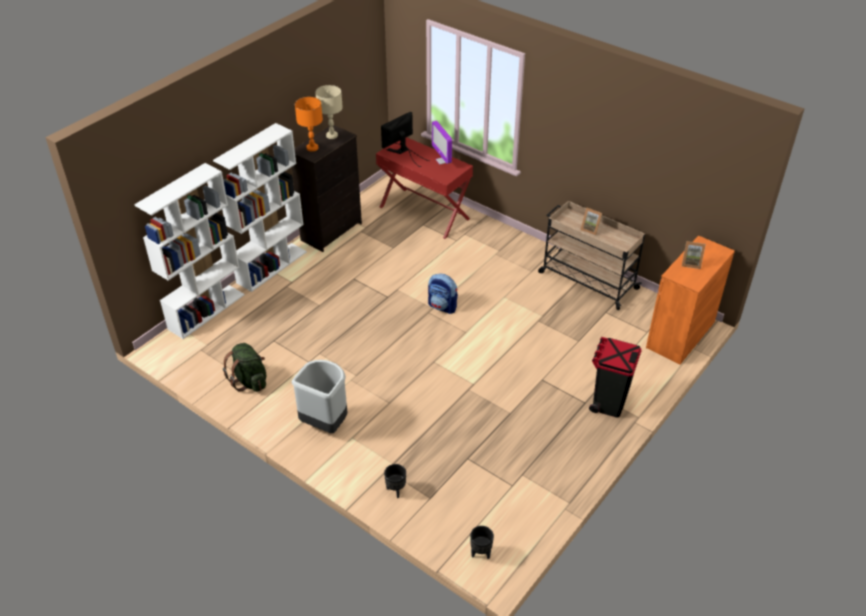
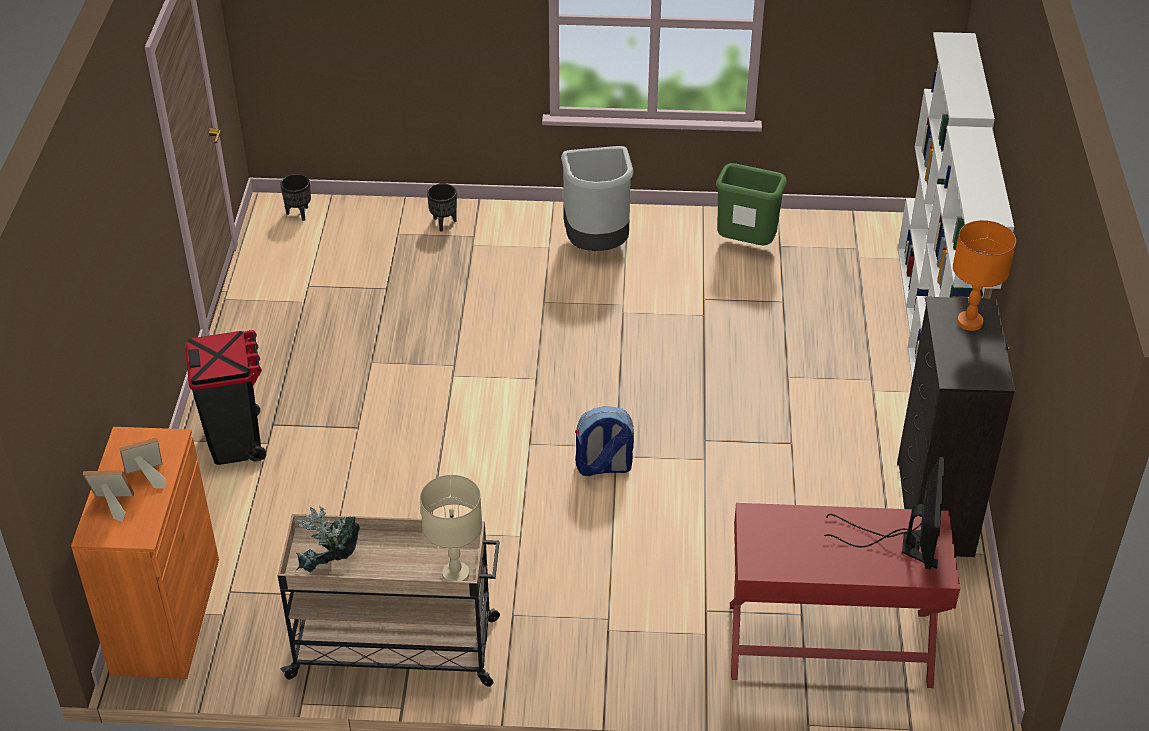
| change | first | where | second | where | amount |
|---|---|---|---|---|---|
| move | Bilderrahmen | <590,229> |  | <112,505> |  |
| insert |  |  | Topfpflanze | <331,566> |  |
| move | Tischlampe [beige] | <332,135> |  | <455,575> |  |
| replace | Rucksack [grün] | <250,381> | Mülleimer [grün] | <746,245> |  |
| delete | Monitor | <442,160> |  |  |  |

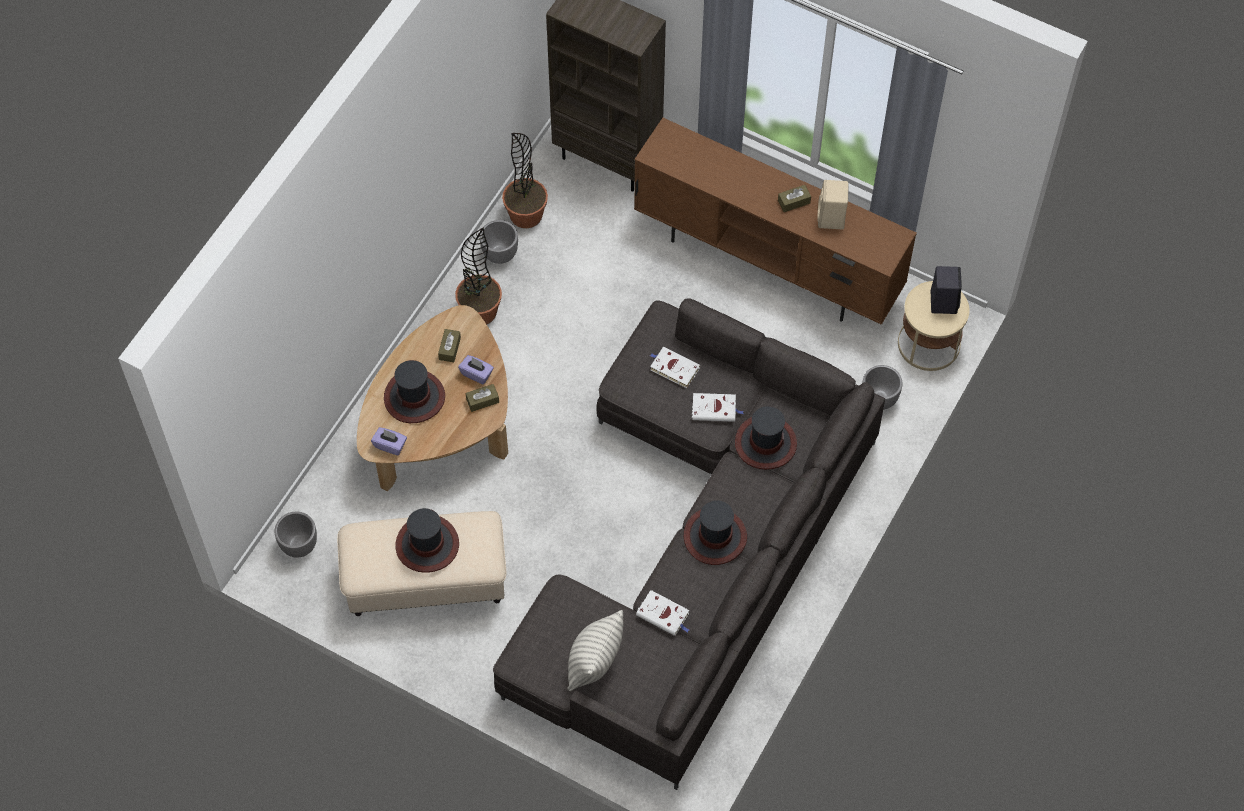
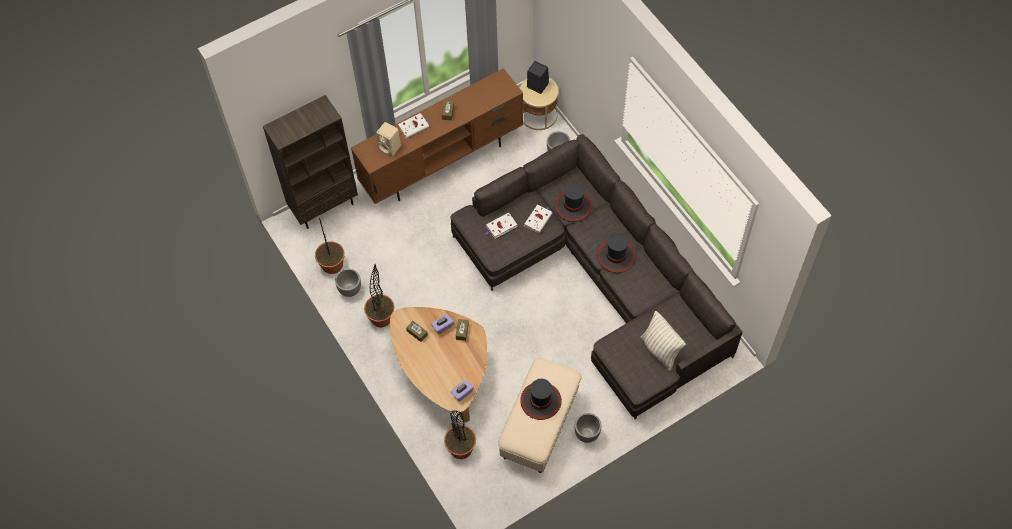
| change | first | where | second | where | amount |
|---|---|---|---|---|---|
| move | Lautsprecher [beige] | <831,218> |  | <390,148> |  |
| move | Buch [weiß] | <664,615> |  | <414,126> |  |
| insert |  |  | Topfpflanze | <461,448> |  |
| move | Pflanzkübel [grau] | <298,545> |  | <587,434> |  |
| delete | Hut | <414,397> |  |  |  |

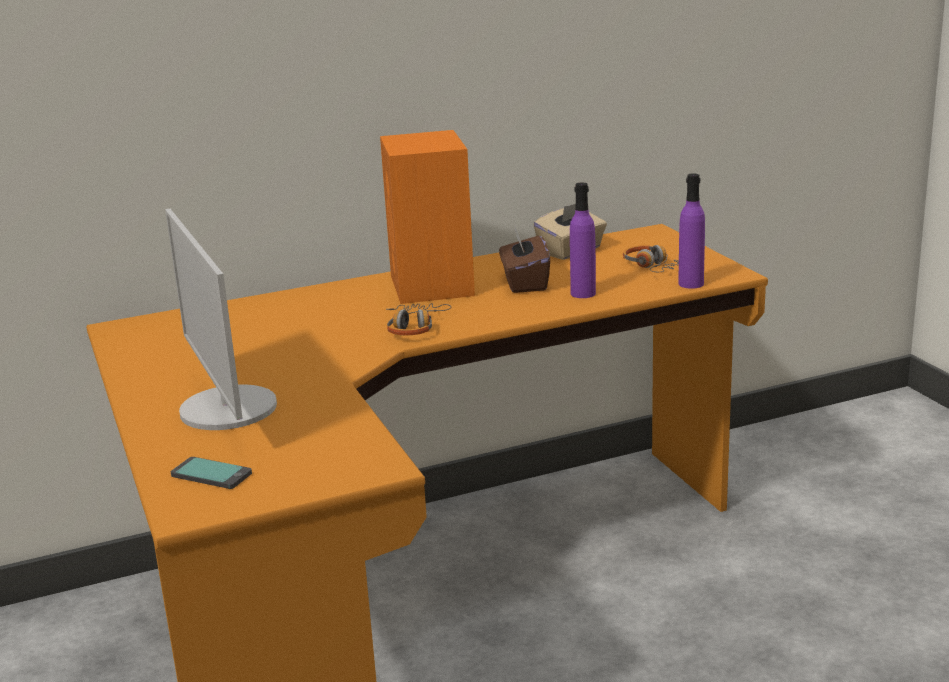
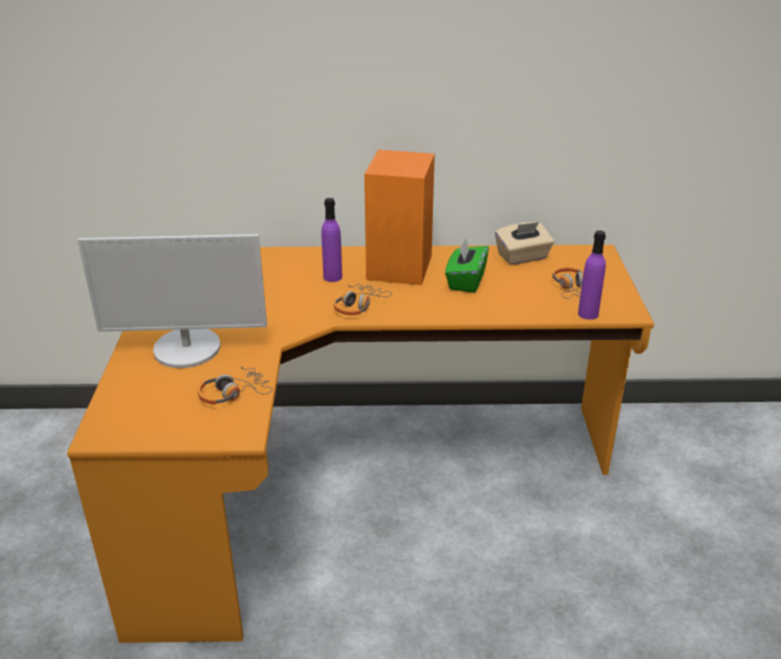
| change | first | where | second | where | amount |
|---|---|---|---|---|---|
| rotate | Monitor | <227,409> |  | <187,349> | 90 degrees counterclockwise |
| insert |  |  | Kopfhörer | <233,393> |  |
| move | Flasche [lila] | <583,293> |  | <332,277> |  |
| recolor | Taschentuchbox [braun] | <524,283> | Taschentuchbox [grün] | <465,281> |  |
| delete | Handy | <211,474> |  |  |  |

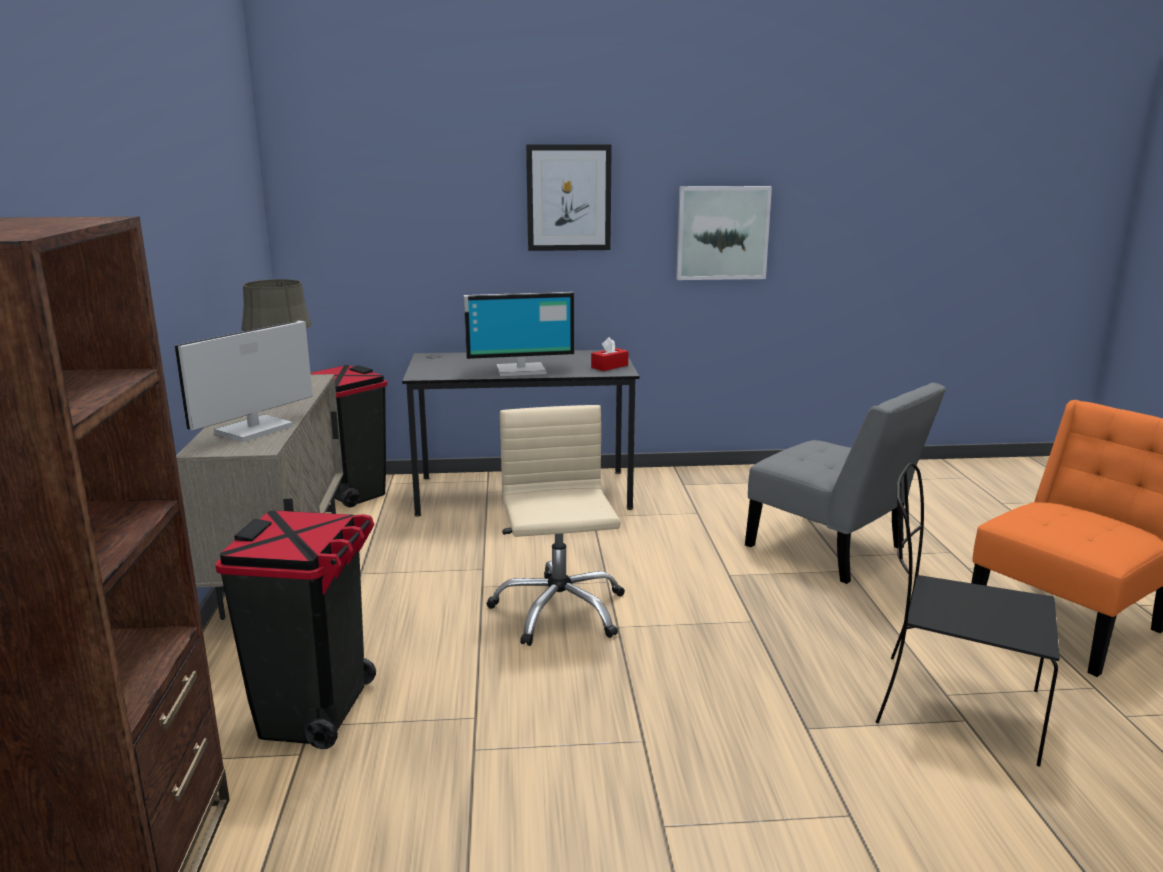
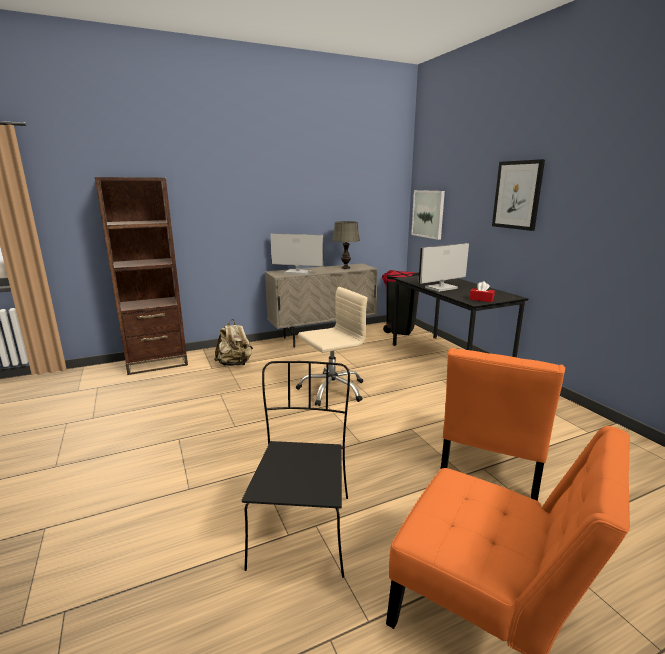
| change | first | where | second | where | amount |
|---|---|---|---|---|---|
| replace | Mülleimer [schwarz] | <315,712> | Rucksack [beige] | <235,364> |  |
| move | Bild | <722,233> |  | <428,214> |  |
| rotate | Monitor | <520,370> |  | <442,288> | 90 degrees clockwise |
| recolor | Stuhl [grau] | <832,550> | Stuhl [orange] | <490,465> |  |

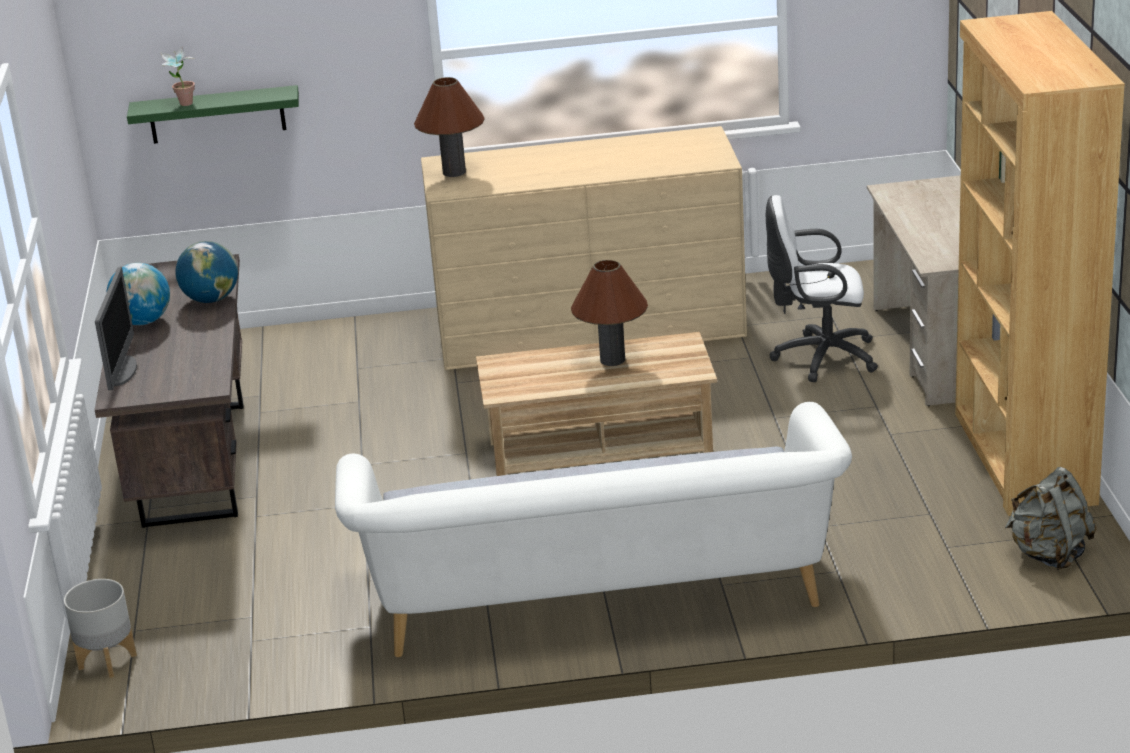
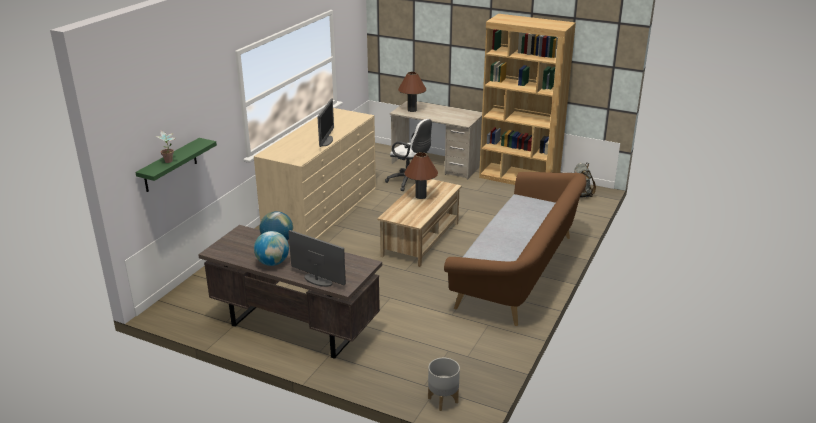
| change | first | where | second | where | amount |
|---|---|---|---|---|---|
| insert |  |  | Monitor | <326,141> |  |
| rotate | Bürostuhl [weiß] | <819,358> |  | <410,182> | 90 degrees counterclockwise |
| move | Tischlampe [braun] | <454,172> |  | <412,110> |  |
| recolor | Sofa [weiß] | <600,594> | Sofa [braun] | <519,271> |  |

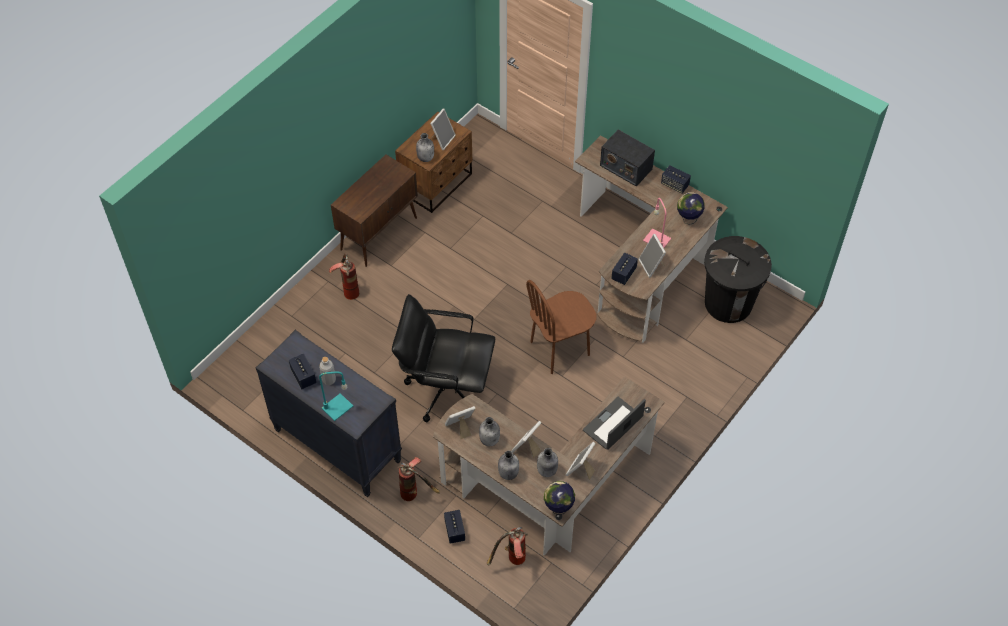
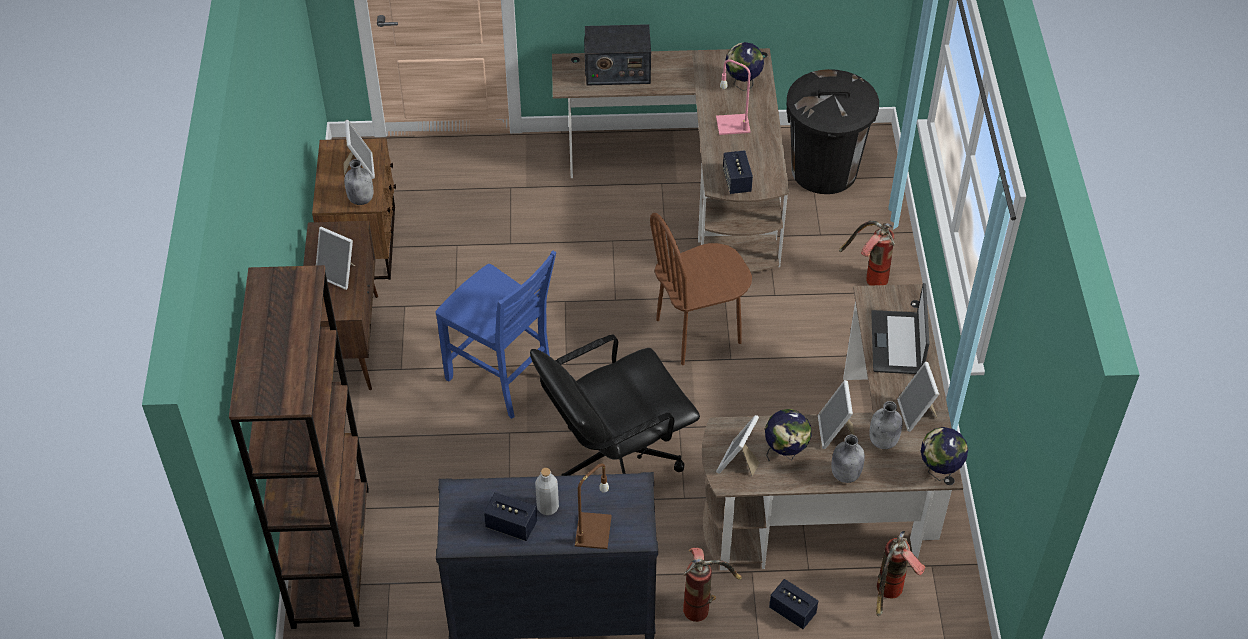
| change | first | where | second | where | amount |
|---|---|---|---|---|---|
| insert |  |  | Bücherregal [braun] | <331,556> |  |
| move | Bilderrahmen | <652,266> |  | <339,274> |  |
| insert |  |  | Stuhl [blau] | <502,379> |  |
| recolor | Tischlampe [türkis] | <337,408> | Tischlampe [braun] | <593,532> |  |
| rotate | Stuhl [braun] | <560,349> |  | <698,332> | 45 degrees clockwise |
| replace | Flasche [grau] | <490,440> | Globus | <785,453> |  |
| move | Feuerlöscher | <348,289> |  | <867,278> |  |
| delete | Lautsprecher | <674,185> |  |  |  |

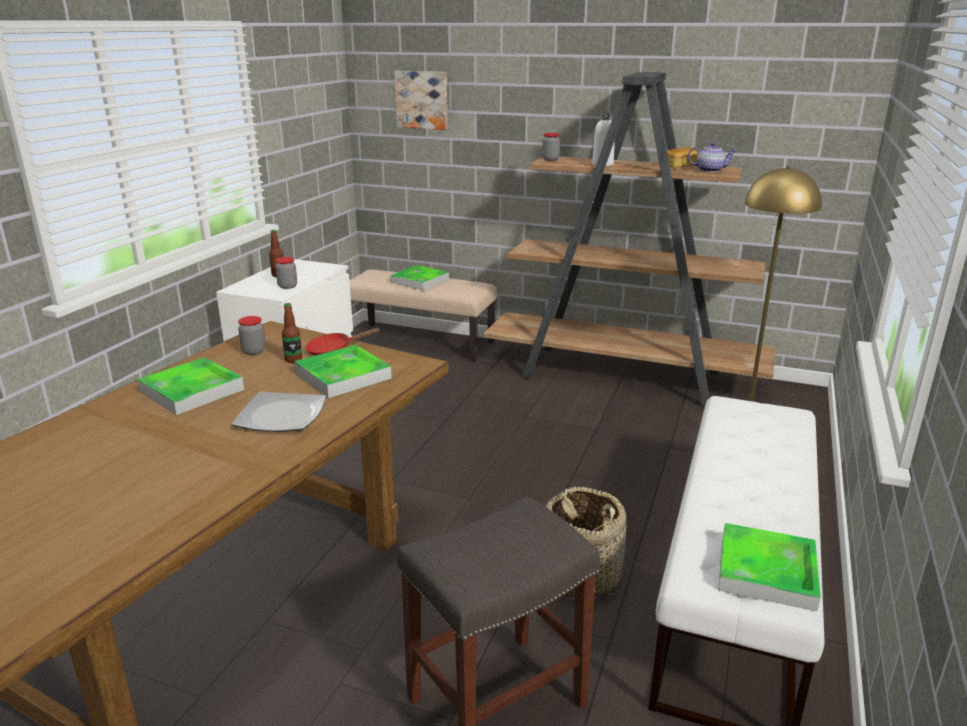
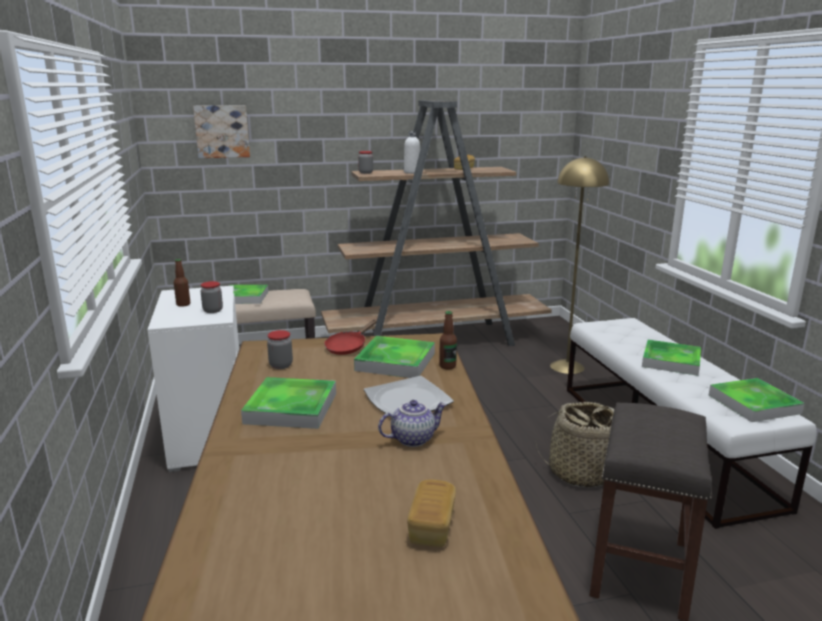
| change | first | where | second | where | amount |
|---|---|---|---|---|---|
| move | Teekanne | <710,170> |  | <413,439> |  |
| insert |  |  | Brot | <432,527> |  |
| move | Flasche | <293,359> |  | <447,366> |  |
| insert |  |  | Tablett | <671,361> |  |

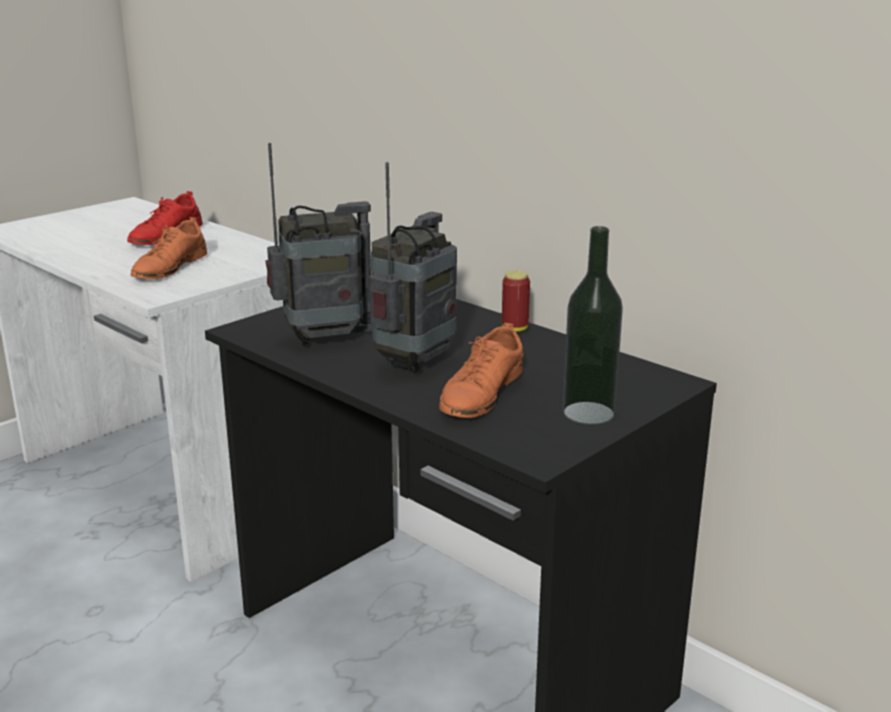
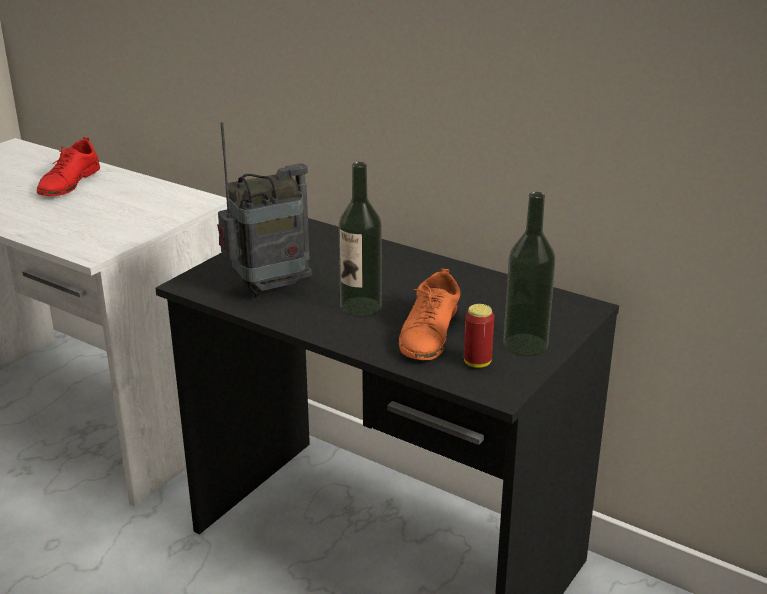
| change | first | where | second | where | amount |
|---|---|---|---|---|---|
| replace | Radio | <415,363> | Flasche | <361,307> |  |
| move | Dose | <515,329> |  | <477,363> |  |
| delete | Schuh [orange] | <169,267> |  |  |  |

